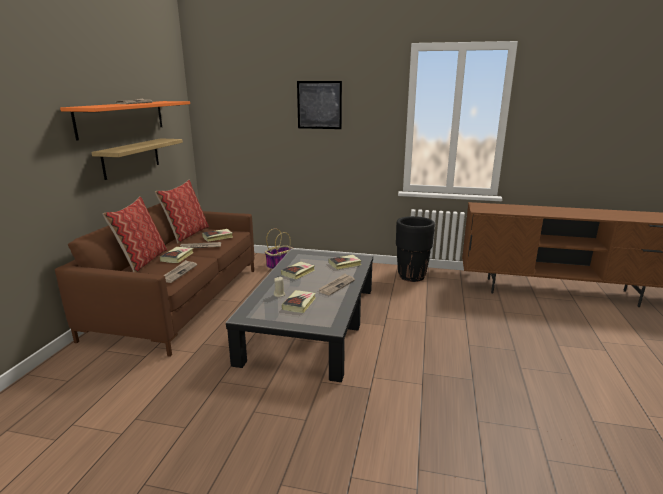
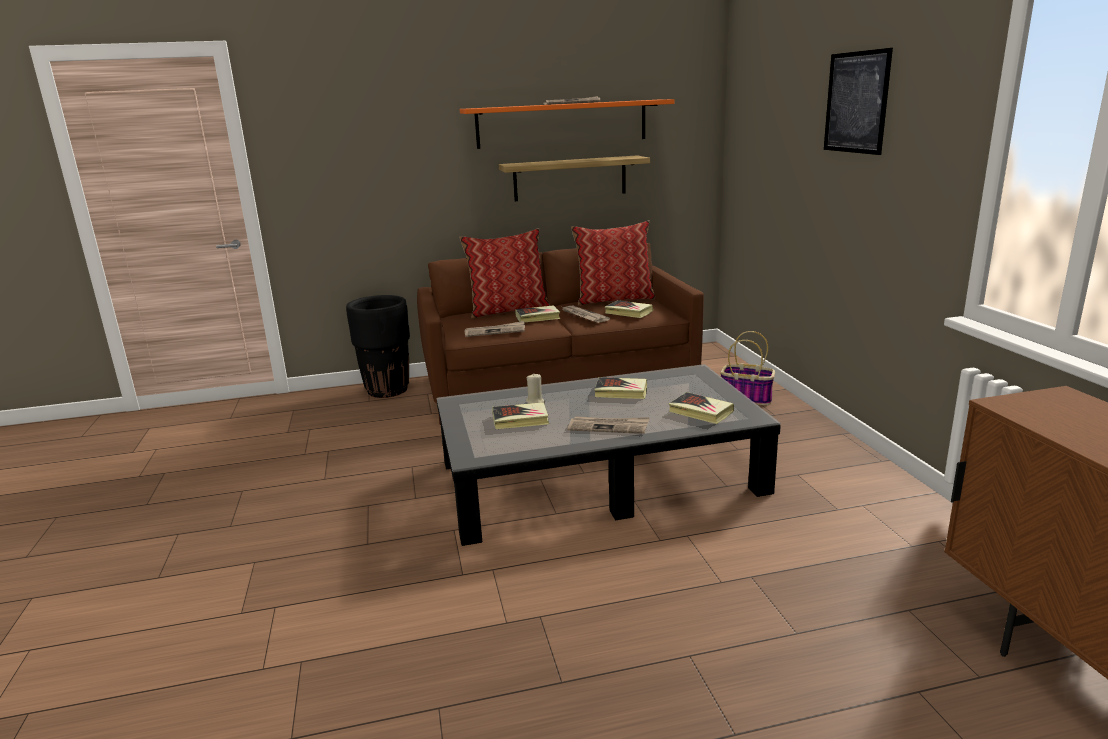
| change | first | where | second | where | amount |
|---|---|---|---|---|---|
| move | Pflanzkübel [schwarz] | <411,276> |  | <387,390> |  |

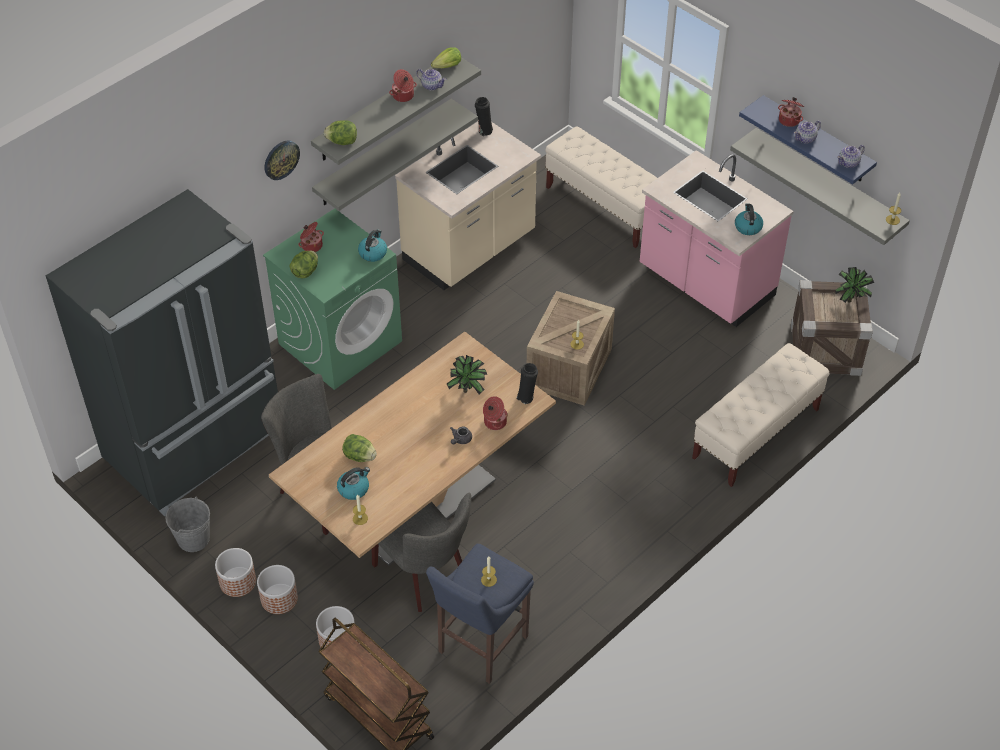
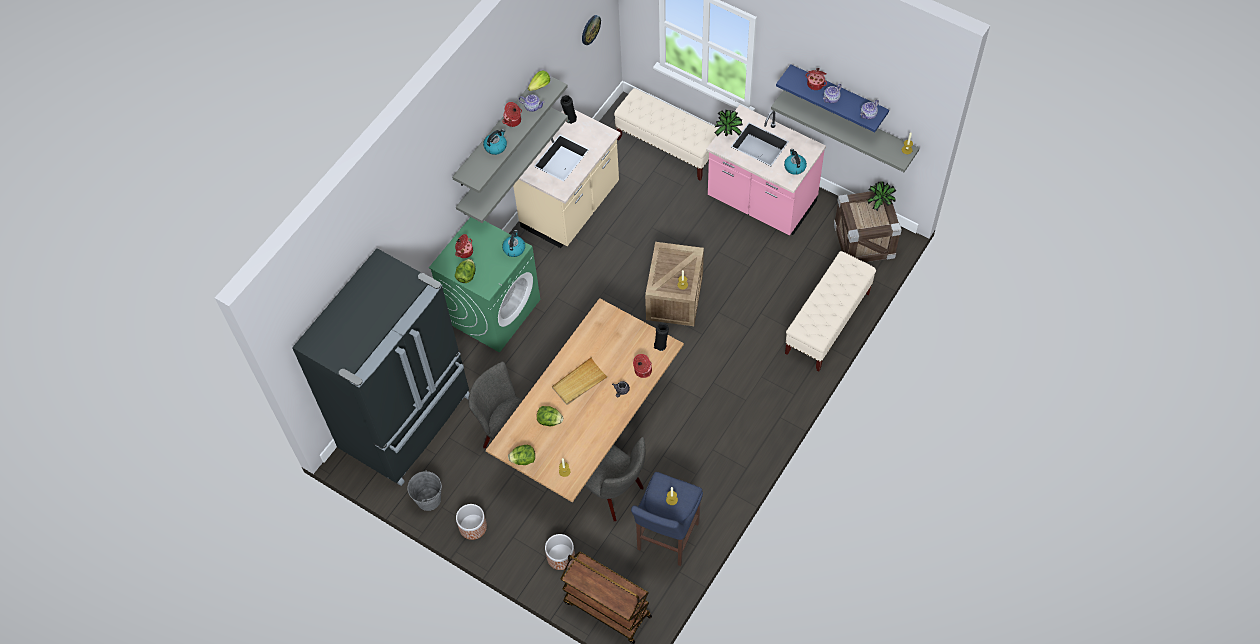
| change | first | where | second | where | amount |
|---|---|---|---|---|---|
| move | Wasserkessel | <354,488> |  | <495,146> |  |
| move | Salatkopf | <342,142> |  | <523,459> |  |
| insert |  |  | Tablett [beige] | <579,383> |  |
| move | Wanduhr | <281,159> |  | <590,29> |  |
| move | Topfpflanze | <468,390> |  | <728,134> |  |
| delete | Pflanzkübel | <279,599> |  |  |  |

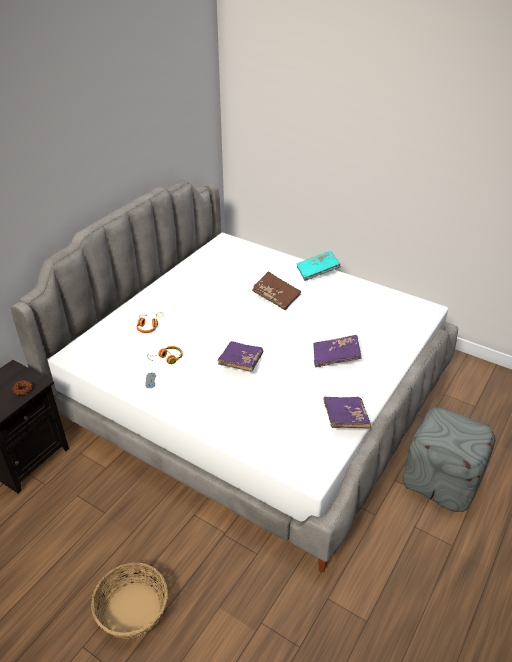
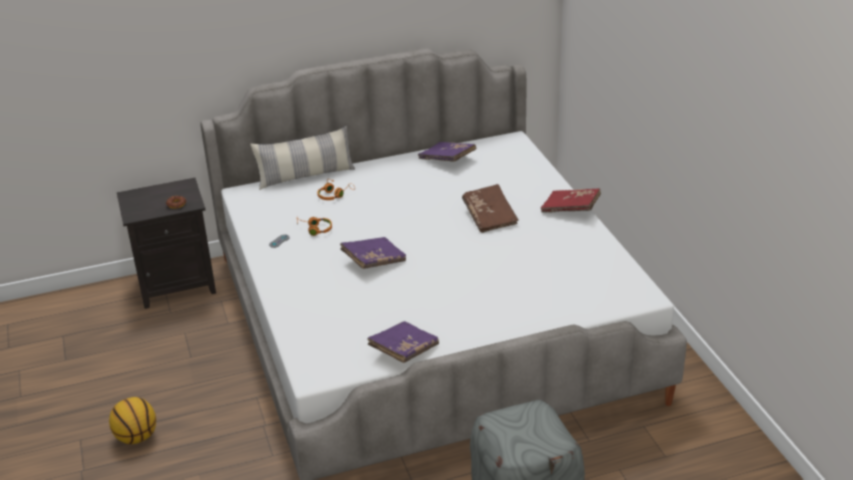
| change | first | where | second | where | amount |
|---|---|---|---|---|---|
| replace | Korb | <132,610> | Basketball | <136,437> |  |
| insert |  |  | Kissen | <305,176> |  |
| move | Buch [lila] | <336,357> |  | <447,159> |  |
| recolor | Buch [türkis] | <317,271> | Buch [rot] | <571,209> |  |

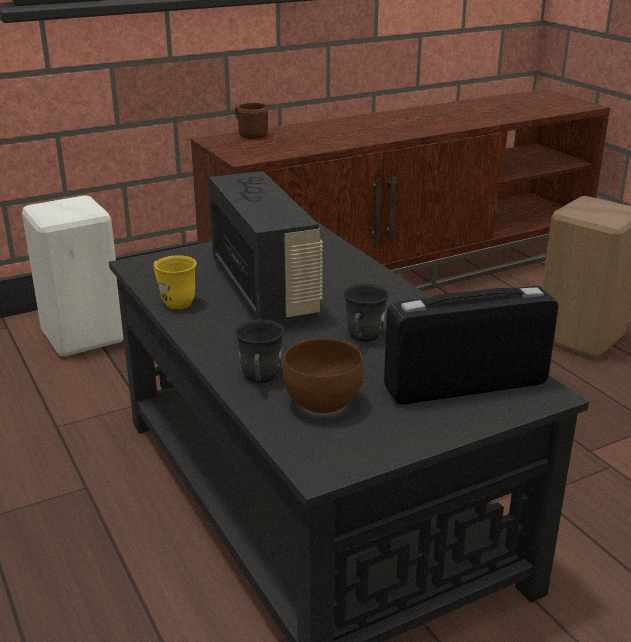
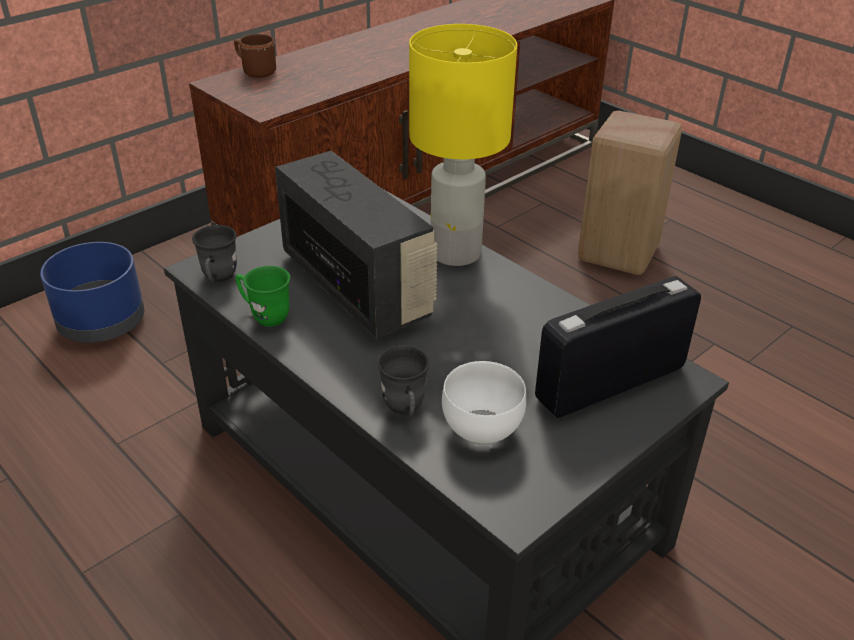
| change | first | where | second | where | amount |
|---|---|---|---|---|---|
| replace | Hocker [weiß] | <84,336> | Pflanzkübel [blau] | <102,322> |  |
| move | Henkelbecher [grau] | <362,338> |  | <218,278> |  |
| recolor | Henkelbecher [gelb] | <173,301> | Henkelbecher [grün] | <264,315> |  |
| insert |  |  | Tischlampe [gelb] | <456,254> |  |
| recolor | Schüssel [braun] | <324,401> | Schüssel [weiß] | <483,426> |  |

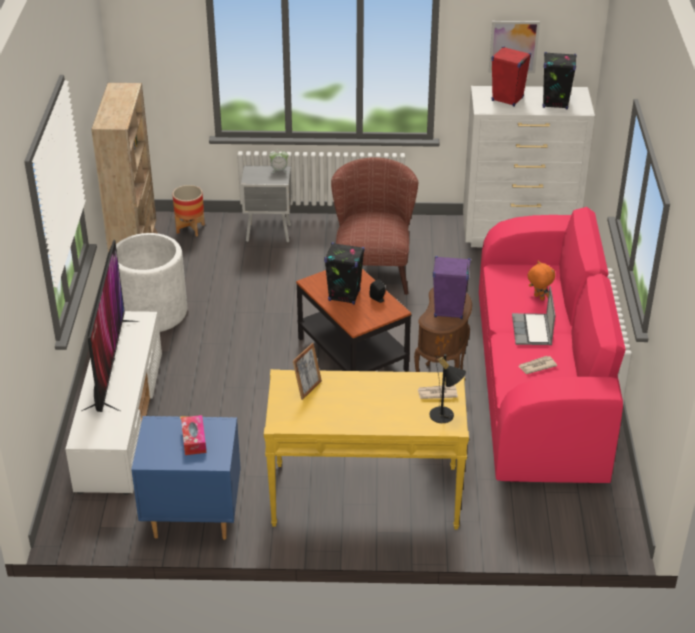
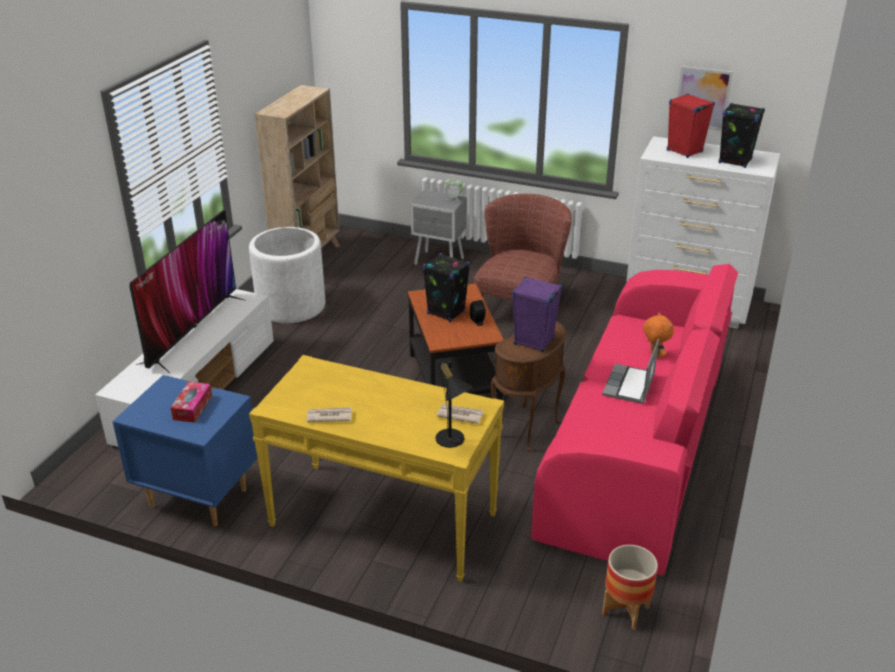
| change | first | where | second | where | amount |
|---|---|---|---|---|---|
| move | Zeitung | <536,366> |  | <329,416> |  |
| move | Pflanzkübel | <190,229> |  | <625,611> |  |
| delete | Bilderrahmen | <307,388> |  |  |  |

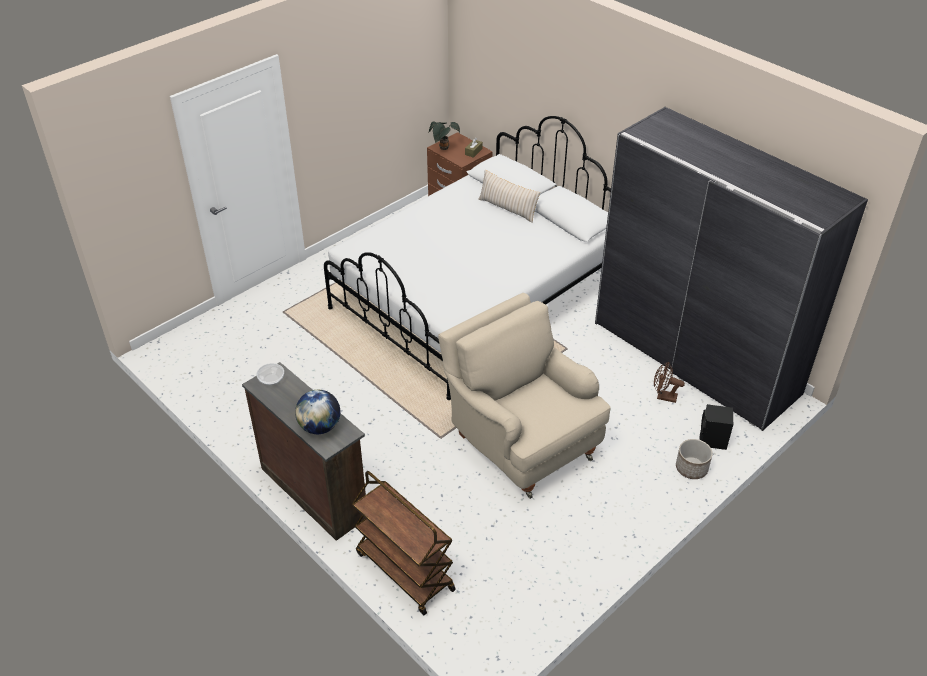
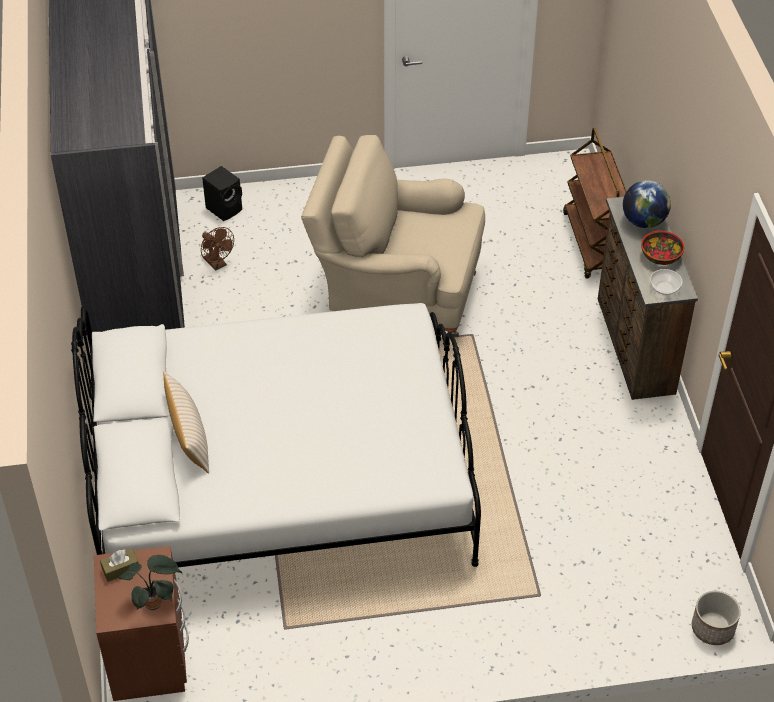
| change | first | where | second | where | amount |
|---|---|---|---|---|---|
| rotate | Sessel [beige] | <521,441> |  | <397,293> | 105 degrees clockwise |
| insert |  |  | Schüssel | <661,256> |  |
| move | Pflanzkübel | <691,468> |  | <712,629> |  |

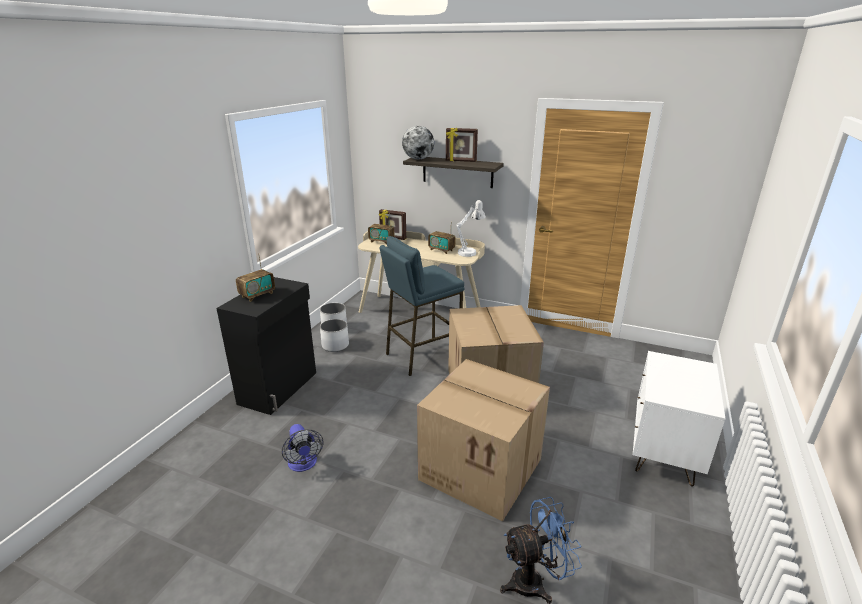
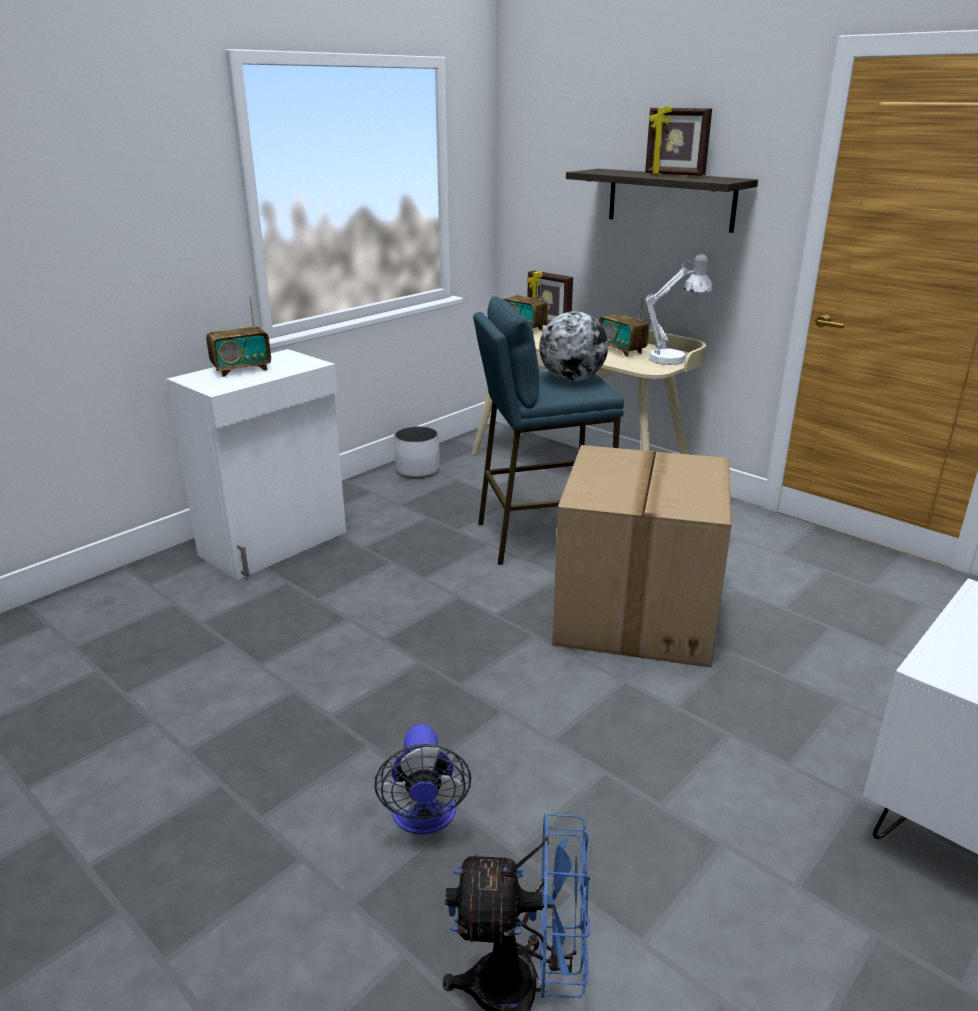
| change | first | where | second | where | amount |
|---|---|---|---|---|---|
| recolor | Schrank [schwarz] | <279,388> | Schrank [weiß] | <276,543> |  |
| move | Ventilator | <303,464> |  | <424,818> |  |
| move | Globus | <418,159> |  | <572,379> |  |
| delete | Pflanzkübel [weiß] | <335,345> |  |  |  |
| delete | Karton | <483,469> |  |  |  |

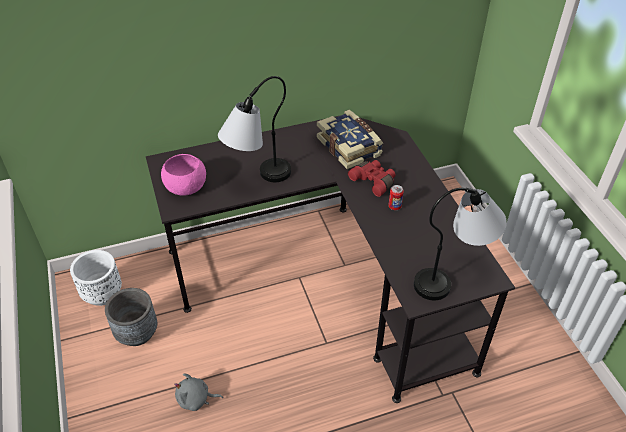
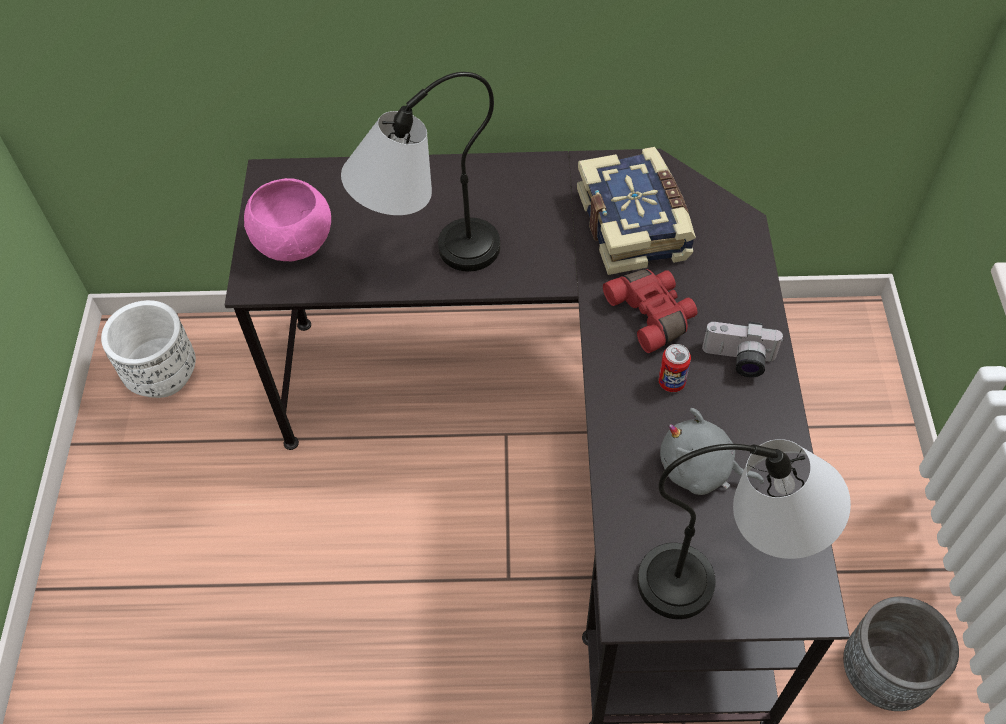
| change | first | where | second | where | amount |
|---|---|---|---|---|---|
| move | Plüschtier [grau] | <196,399> |  | <700,470> |  |
| insert |  |  | Kamera | <738,361> |  |
| move | Pflanzkübel [grau] | <137,333> |  | <883,674> |  |

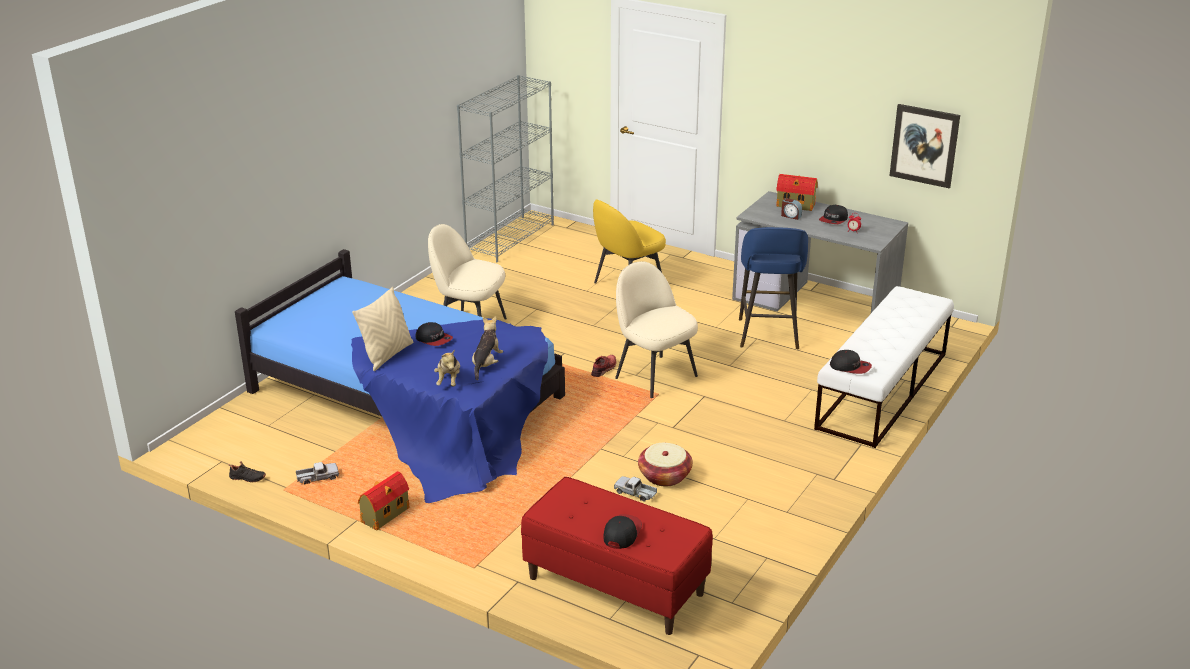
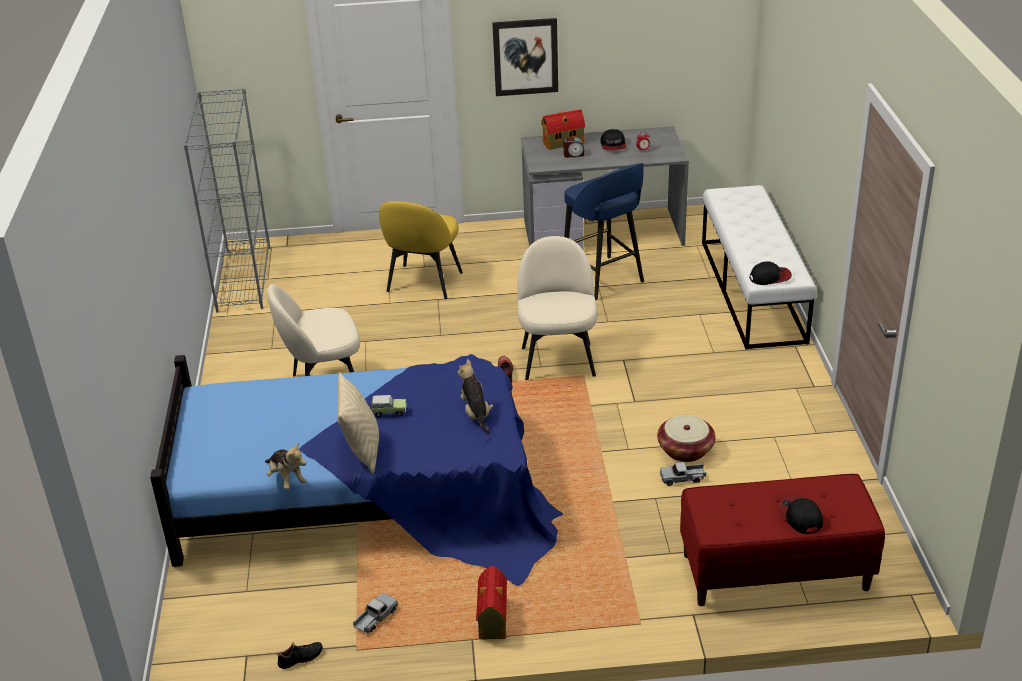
| change | first | where | second | where | amount |
|---|---|---|---|---|---|
| move | Plüschtier | <449,380> |  | <286,479> |  |
| replace | Kappe | <434,339> | Spielzeugauto | <387,412> |  |
| move | Bild | <924,145> |  | <525,57> |  |
| rotate | Stuhl [beige] | <654,376> |  | <558,360> | 75 degrees clockwise |

